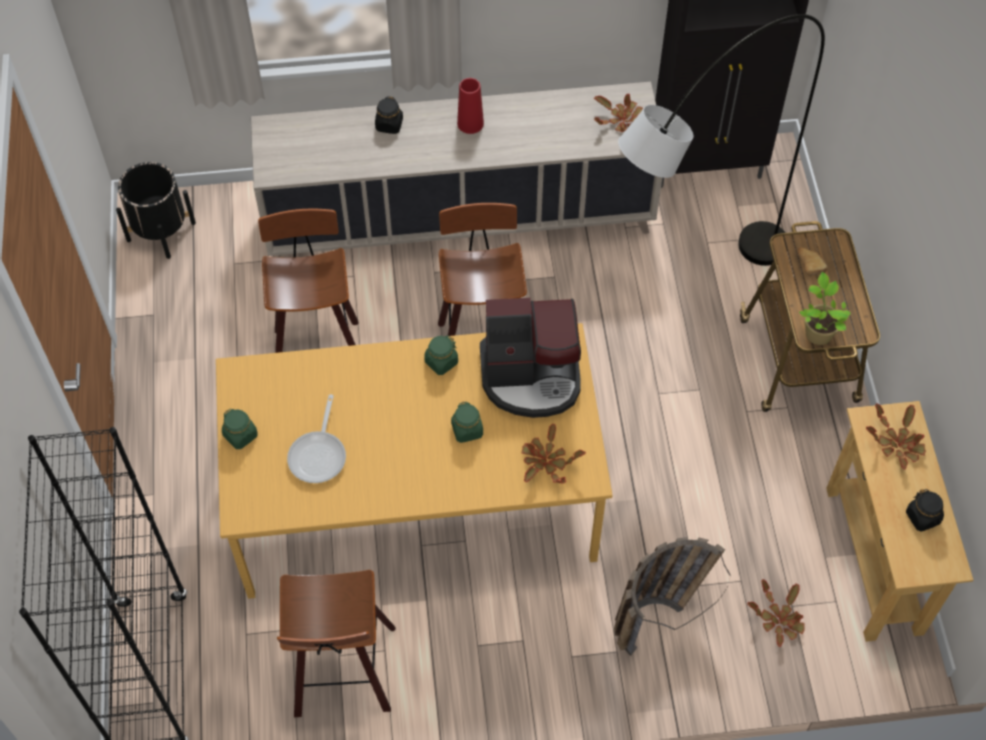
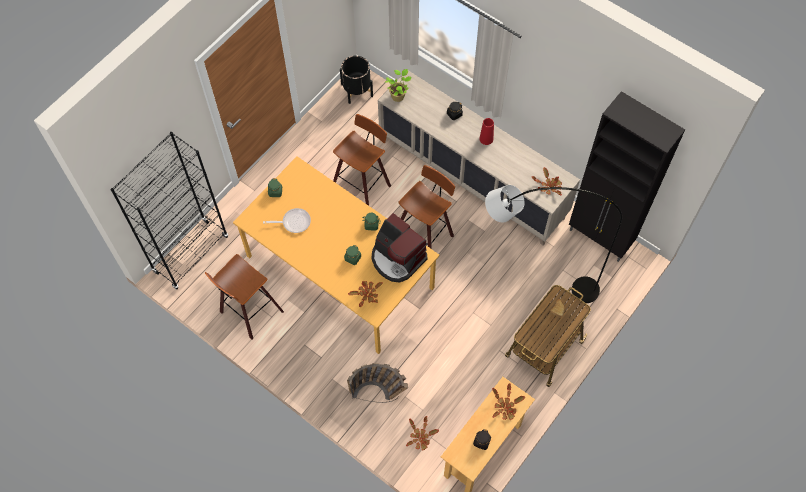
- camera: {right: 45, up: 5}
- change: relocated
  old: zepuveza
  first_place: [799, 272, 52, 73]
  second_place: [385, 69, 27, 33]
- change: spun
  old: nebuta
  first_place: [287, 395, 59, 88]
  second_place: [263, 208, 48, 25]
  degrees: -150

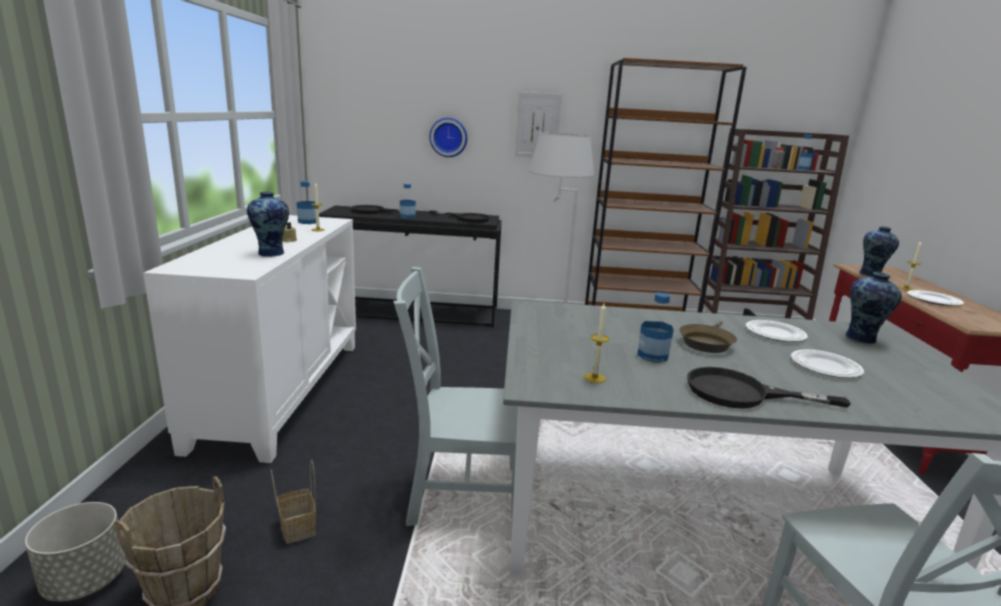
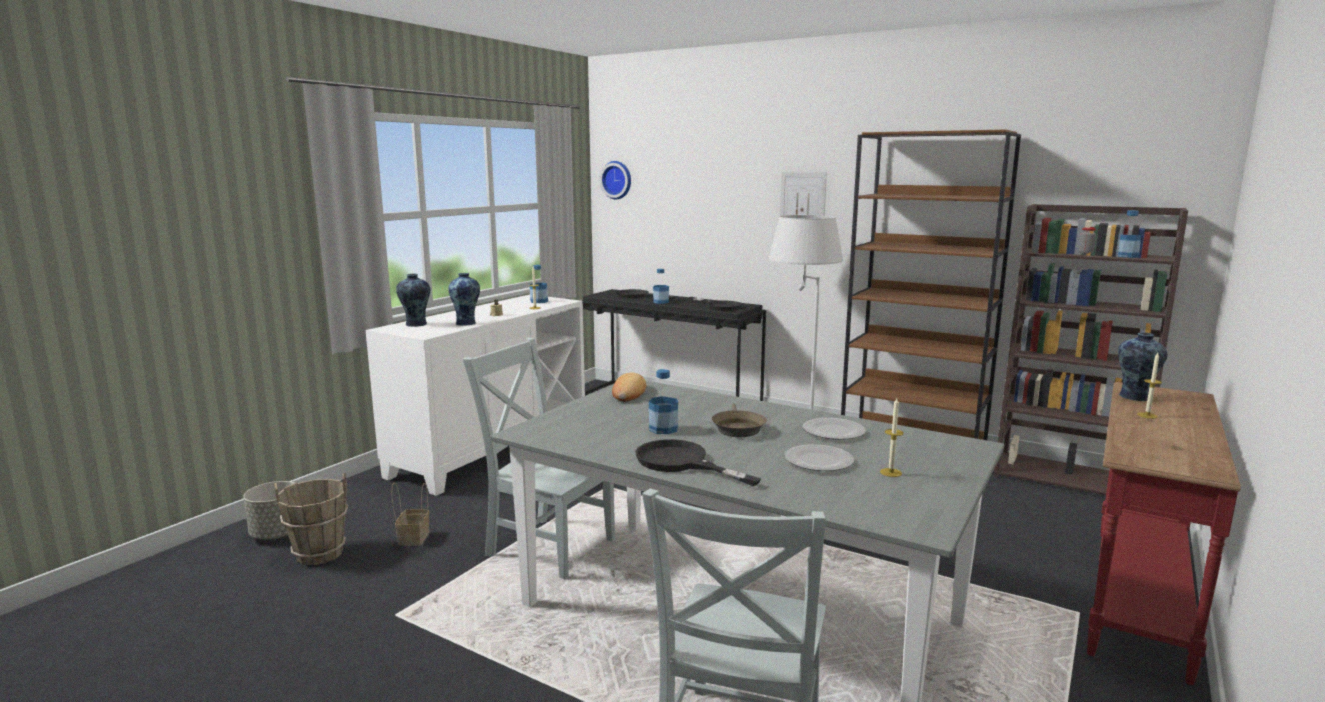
- camera: {right: 30, up: -5}
- change: missing
  old: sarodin
  first_place: [907, 290, 57, 16]
- change: appeared
  new: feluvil
  second_place: [612, 372, 34, 29]
- change: relocated
  old: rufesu
  first_place: [429, 118, 38, 39]
  second_place: [600, 161, 31, 38]
- change: relocated
  old: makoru
  first_place: [584, 304, 25, 79]
  second_place: [880, 398, 24, 79]
- change: relocated
  old: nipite
  first_place: [846, 272, 56, 72]
  second_place: [396, 273, 34, 54]
- change: spun
  old: nebuta (brown)
  first_place: [679, 321, 58, 32]
  second_place: [712, 404, 55, 33]
  degrees: -60

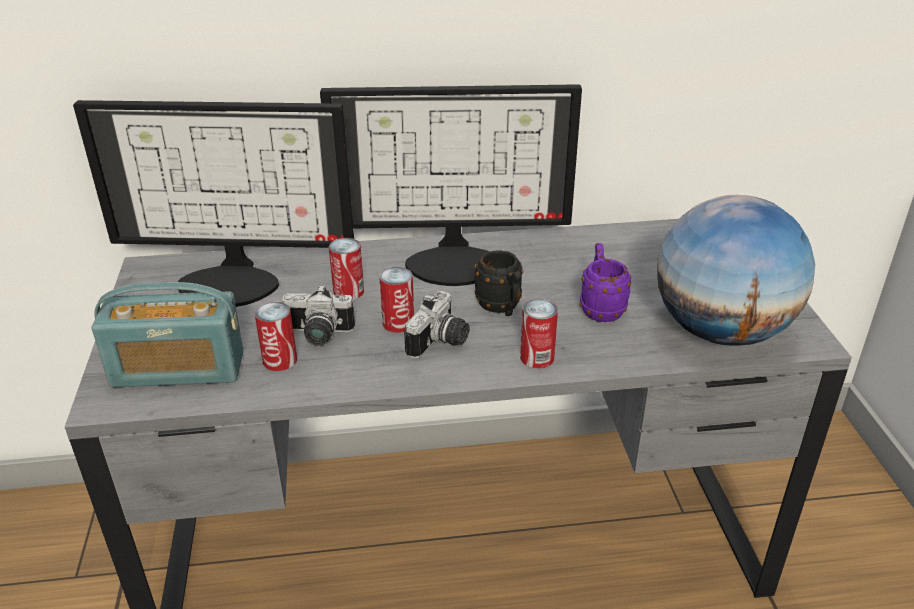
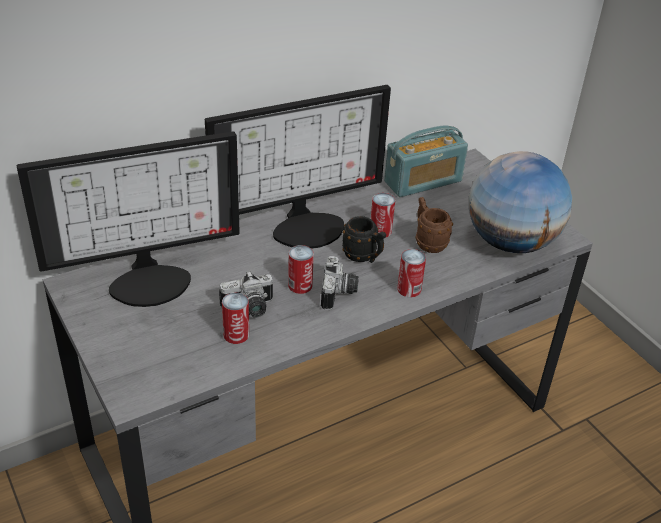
- camera: {right: -25, up: 5}
- change: relocated
  old: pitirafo
  first_place: [91, 282, 153, 105]
  second_place: [384, 126, 84, 71]
- change: relocated
  old: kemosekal
  first_place: [329, 238, 35, 62]
  second_place: [371, 193, 24, 45]
- change: colour
  old: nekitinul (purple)
  new: nekitinul (brown)
  first_place: [580, 243, 52, 79]
  second_place: [415, 197, 38, 56]

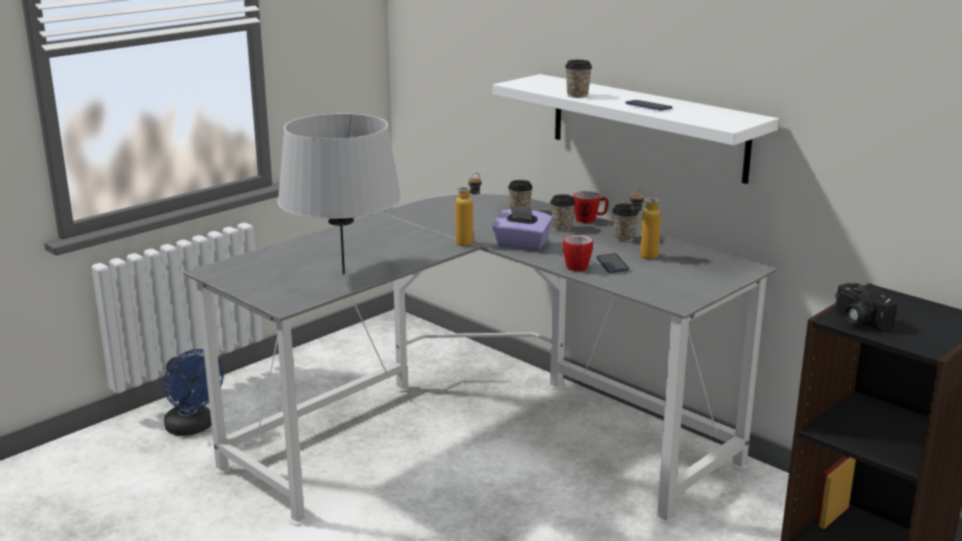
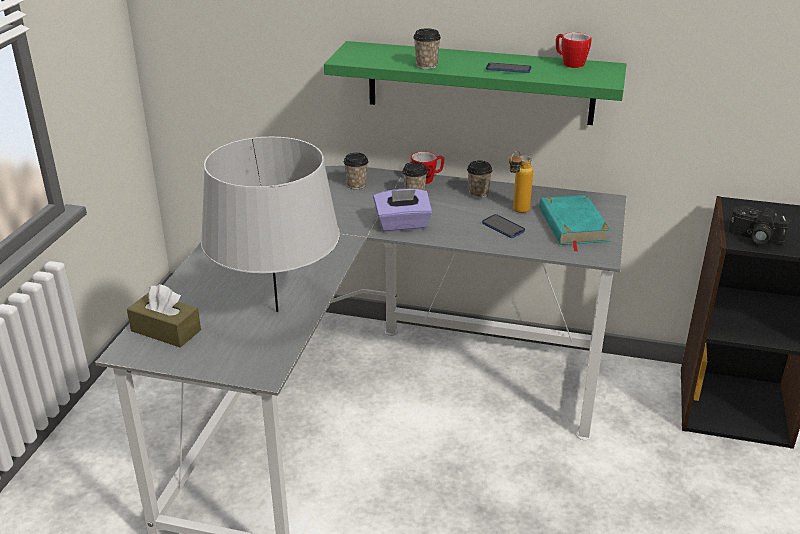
- camera: {right: -30, up: 10}
- change: missing
  old: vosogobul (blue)
  first_place: [163, 349, 61, 87]
- change: missing
  old: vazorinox
  first_place: [455, 172, 26, 74]
- change: appeared
  new: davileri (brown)
  second_place: [127, 284, 74, 64]
- change: appeared
  new: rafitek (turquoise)
  second_place: [539, 195, 72, 57]
- change: relocated
  old: nekitinul
  first_place: [563, 234, 30, 37]
  second_place: [556, 32, 35, 36]
- change: colour
  old: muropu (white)
  new: muropu (green)
  first_place: [493, 74, 286, 110]
  second_place: [324, 41, 302, 84]

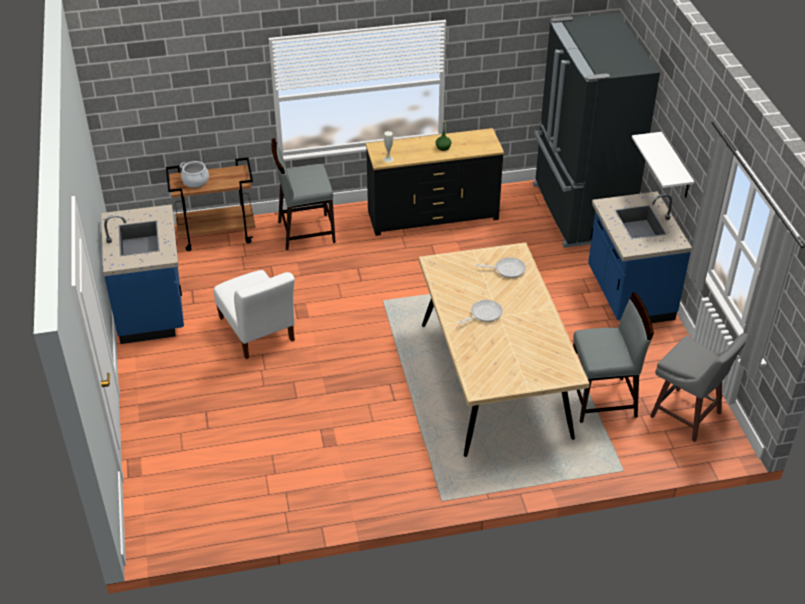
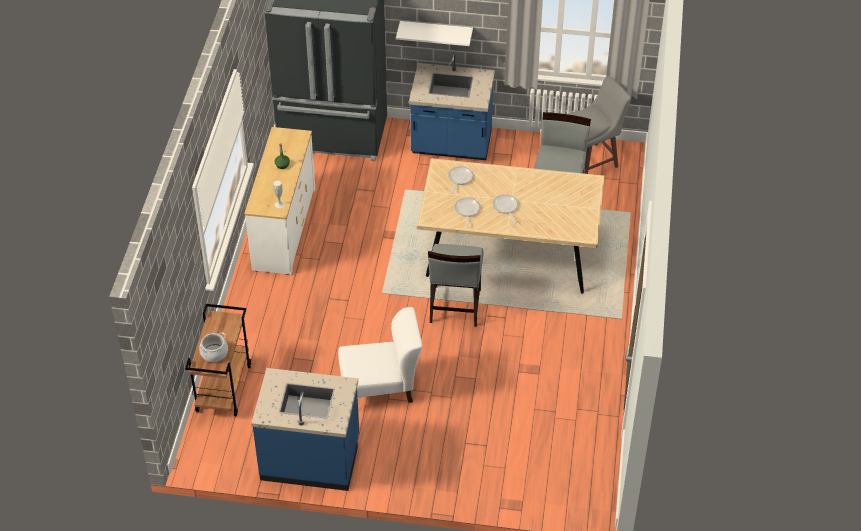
- camera: {right: -70, up: 5}
- change: appeared
  new: nebuta
  second_place: [454, 198, 26, 29]
- change: relocated
  old: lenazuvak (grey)
  first_place: [271, 138, 65, 112]
  second_place: [428, 244, 56, 83]
- change: colour
  old: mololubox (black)
  new: mololubox (white)
  first_place: [366, 128, 138, 108]
  second_place: [244, 127, 71, 148]

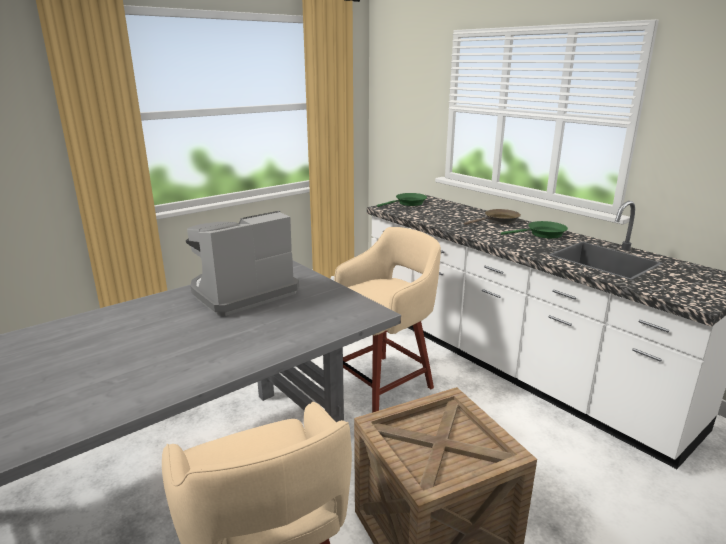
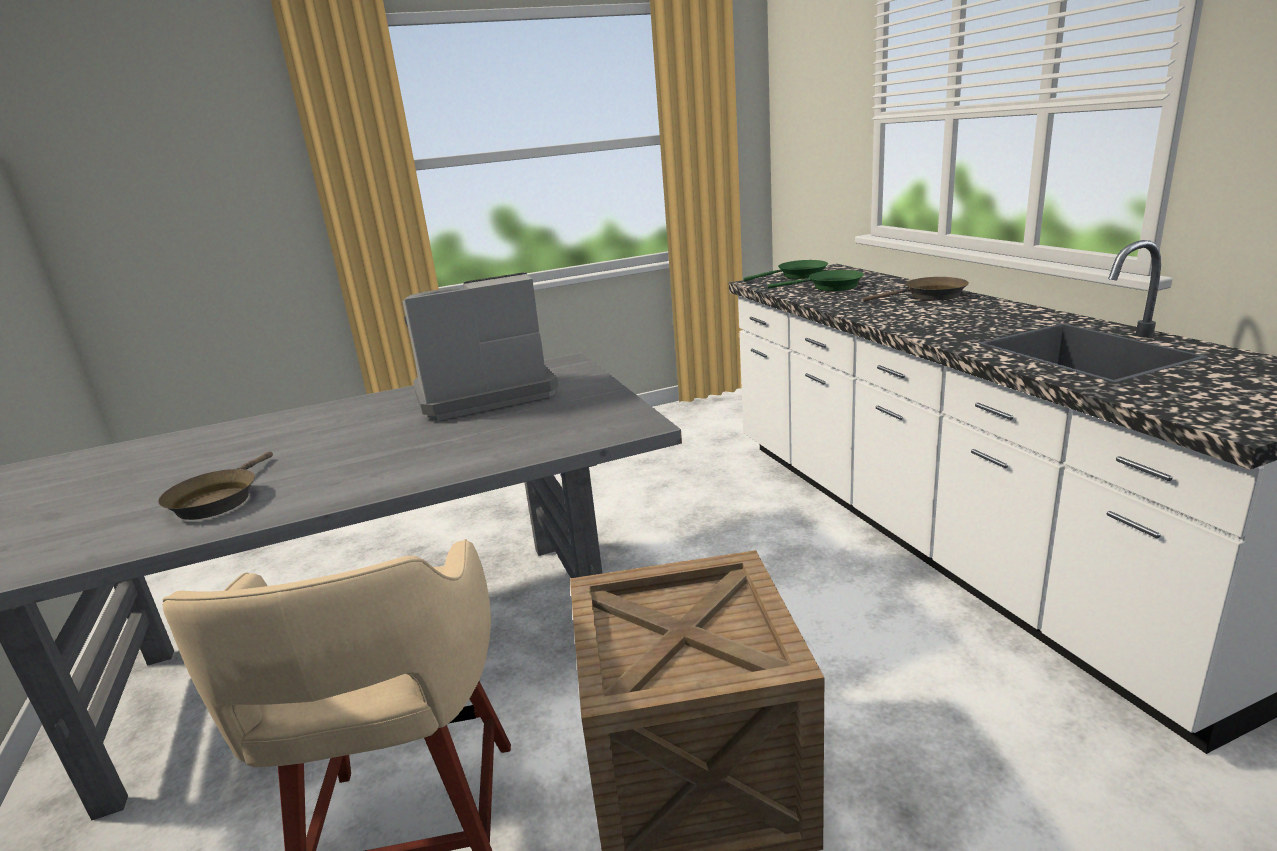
- camera: {right: 20, up: 0}
- change: missing
  old: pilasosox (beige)
  first_place: [334, 227, 107, 186]
- change: appeared
  new: nebuta (brown)
  second_place: [158, 451, 115, 69]
- change: relocated
  old: nebuta (green)
  first_place: [501, 221, 67, 18]
  second_place: [768, 270, 96, 21]

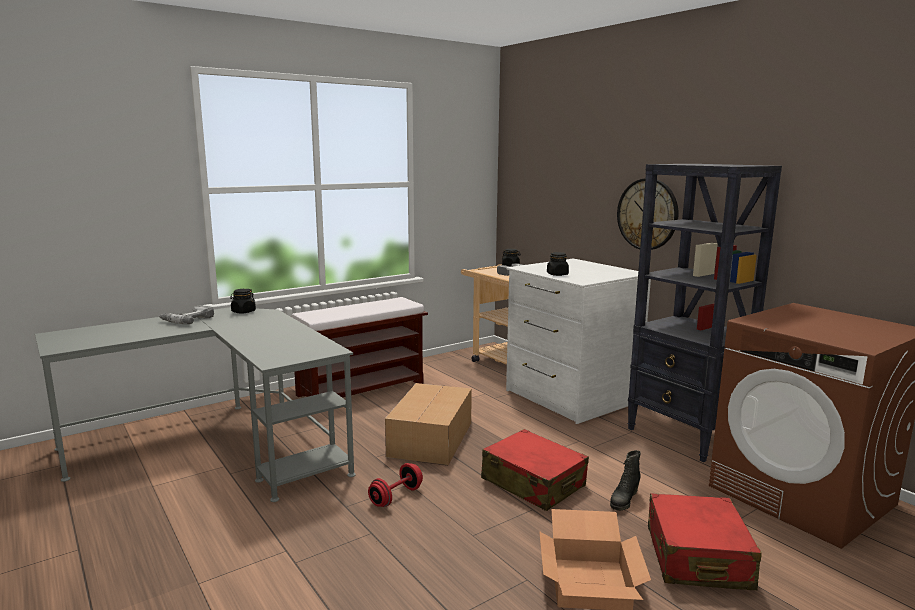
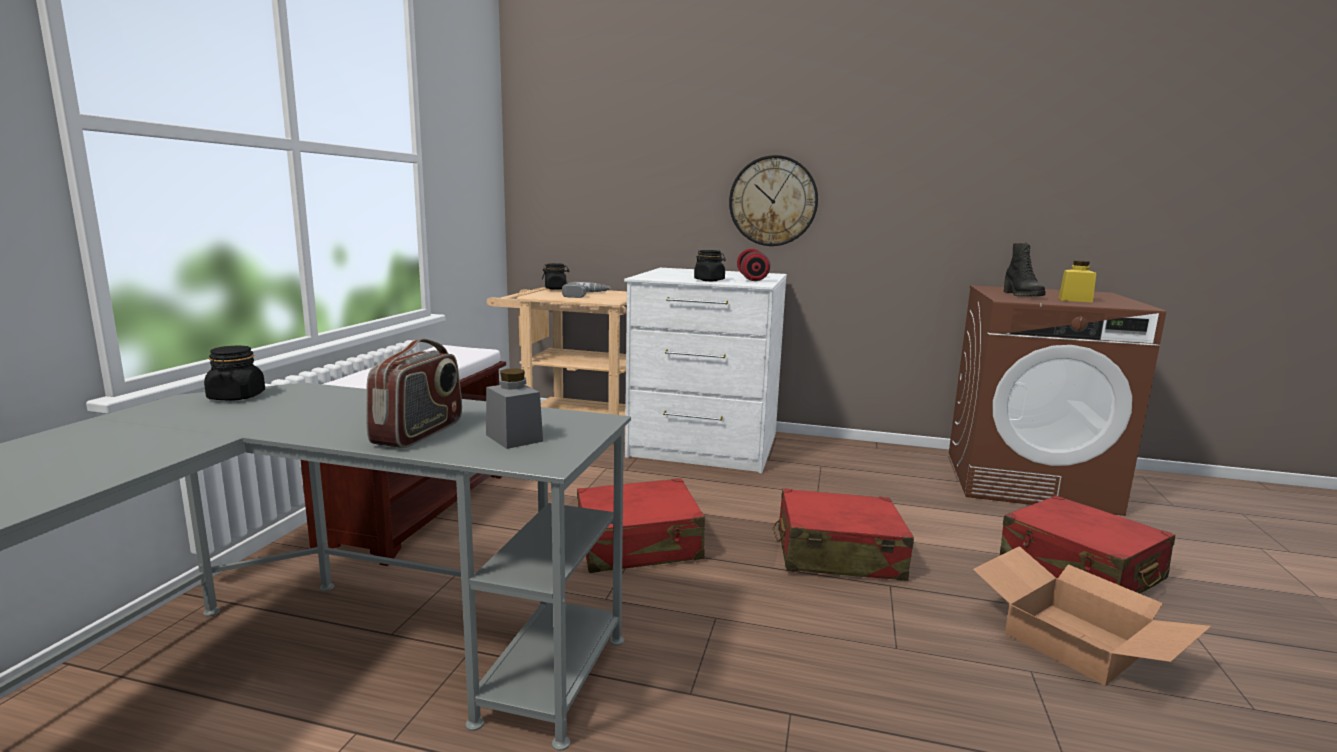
- camera: {right: -40, up: 0}
- change: missing
  old: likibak
  first_place: [159, 305, 55, 19]
- change: missing
  old: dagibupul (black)
  first_place: [627, 164, 155, 298]
- change: appeared
  new: pitirafo
  second_place: [366, 339, 96, 109]
- change: appeared
  new: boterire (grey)
  second_place: [486, 368, 57, 81]
- change: appeared
  new: boterire (yellow)
  second_place: [1059, 261, 37, 42]
- change: relocated
  old: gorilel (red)
  first_place: [368, 463, 55, 44]
  second_place: [737, 249, 33, 32]
- change: relocated
  old: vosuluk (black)
  first_place: [610, 450, 31, 61]
  second_place: [1004, 243, 42, 53]
- change: exchanged
  old: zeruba
  new: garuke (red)
  first_place: [385, 383, 87, 82]
  second_place: [577, 478, 128, 95]

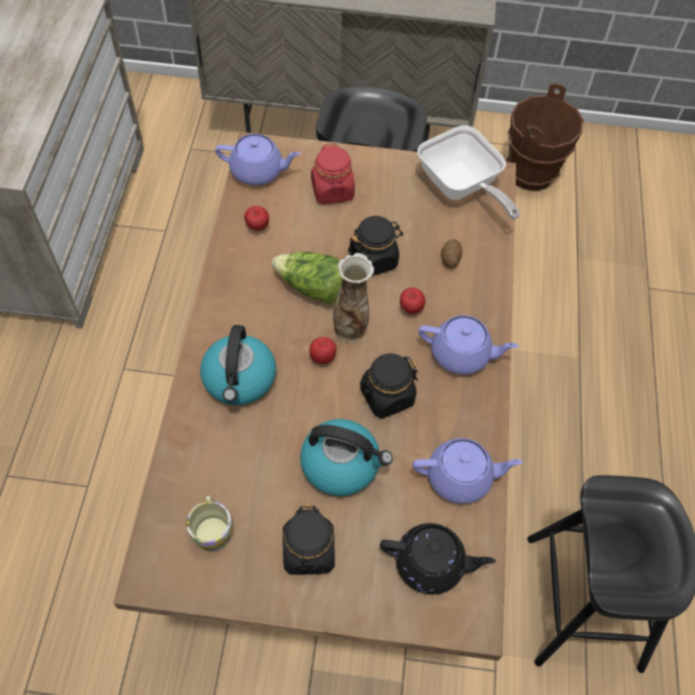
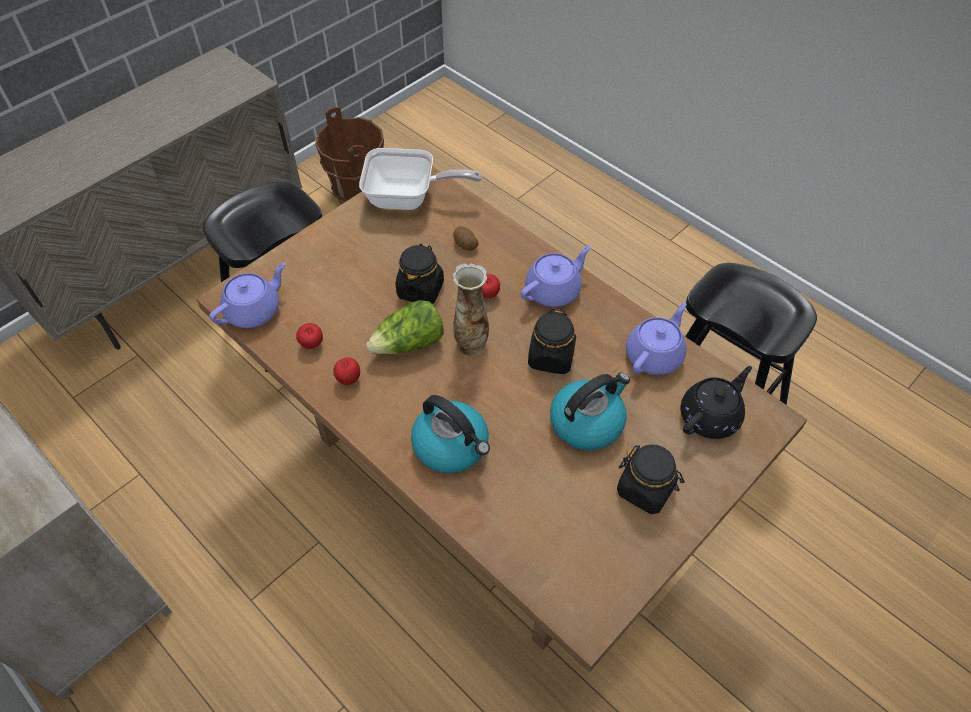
- camera: {right: -50, up: -5}
- change: missing
  old: nekitinul
  first_place: [186, 495, 46, 57]
- change: missing
  old: boterire (red)
  first_place: [311, 144, 44, 60]
- change: relocated
  old: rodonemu
  first_place: [309, 337, 28, 27]
  second_place: [333, 358, 27, 27]

